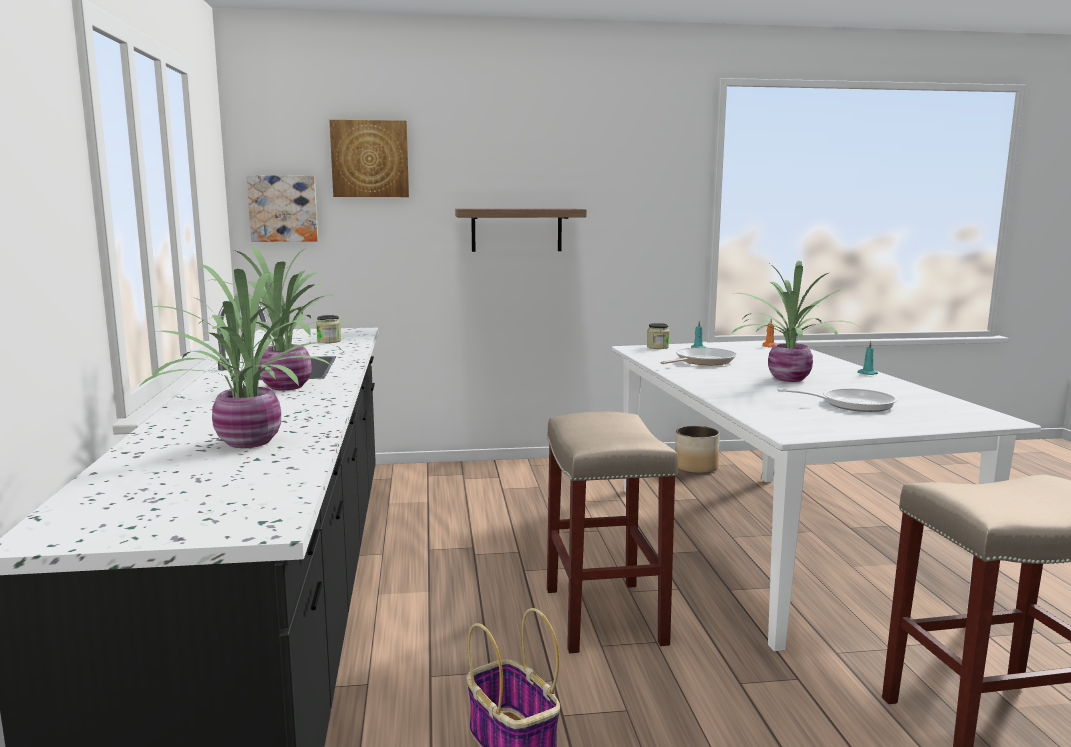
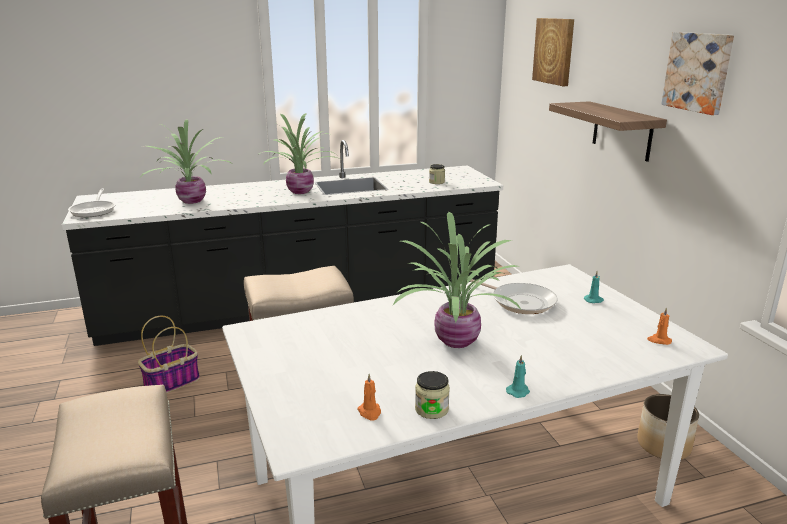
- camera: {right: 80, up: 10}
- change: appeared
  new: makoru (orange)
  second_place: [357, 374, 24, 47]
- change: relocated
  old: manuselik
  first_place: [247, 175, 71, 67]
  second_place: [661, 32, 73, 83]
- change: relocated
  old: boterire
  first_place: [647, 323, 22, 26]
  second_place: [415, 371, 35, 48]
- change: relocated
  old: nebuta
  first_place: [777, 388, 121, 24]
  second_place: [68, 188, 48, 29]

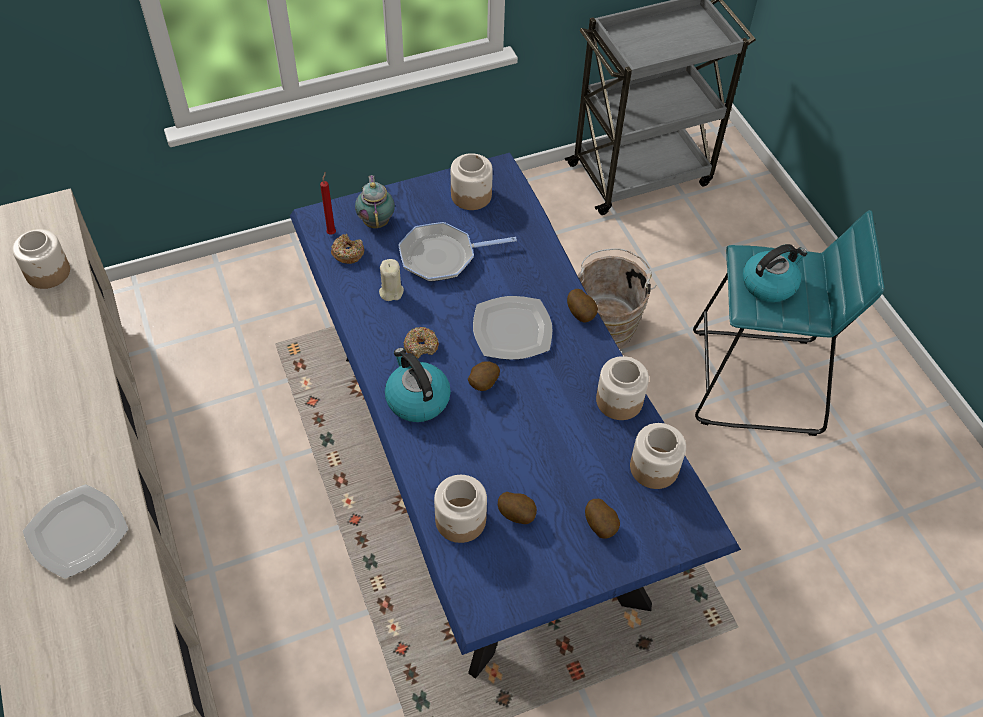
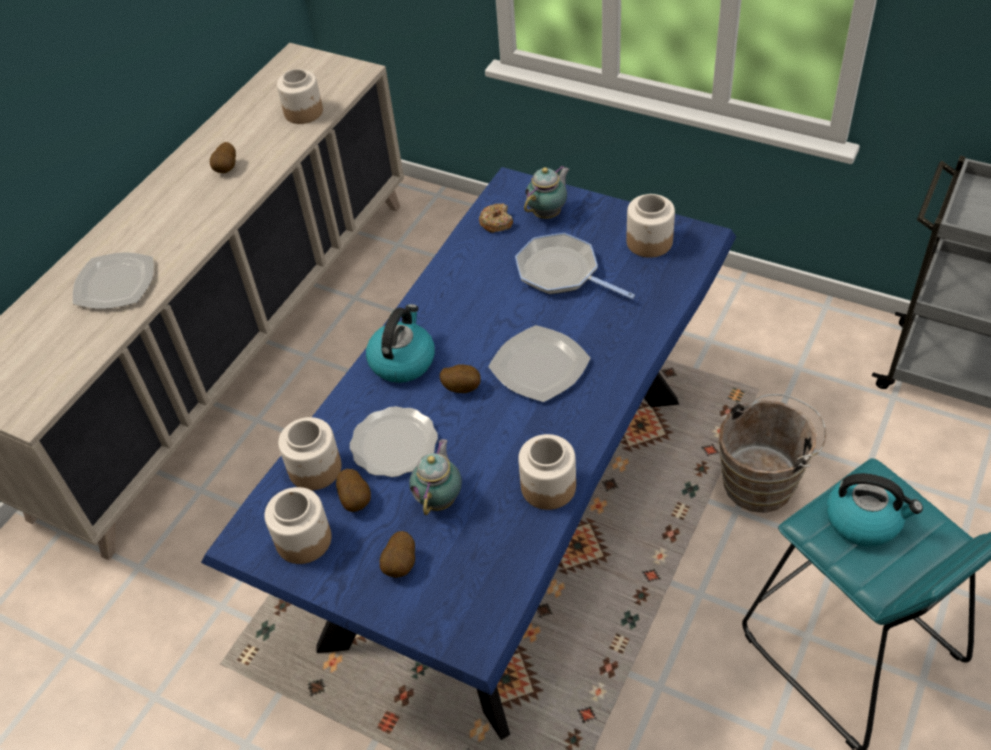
- camera: {right: 55, up: -5}
- change: missing
  old: makoru (red)
  first_place: [320, 172, 16, 62]
- change: missing
  old: makoru (beige)
  first_place: [379, 259, 25, 42]
- change: missing
  old: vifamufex
  first_place: [404, 327, 35, 32]
- change: appeared
  new: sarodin
  second_place: [350, 406, 88, 71]
- change: appeared
  new: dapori
  second_place: [409, 439, 53, 76]
- change: relocated
  old: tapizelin
  first_place: [567, 289, 31, 33]
  second_place: [210, 142, 26, 31]
- change: relocated
  old: boterire
  first_place: [630, 423, 56, 66]
  second_place: [265, 487, 67, 77]

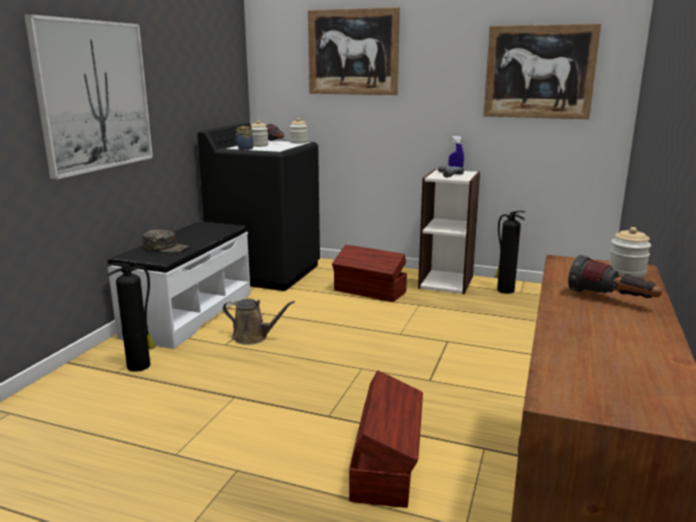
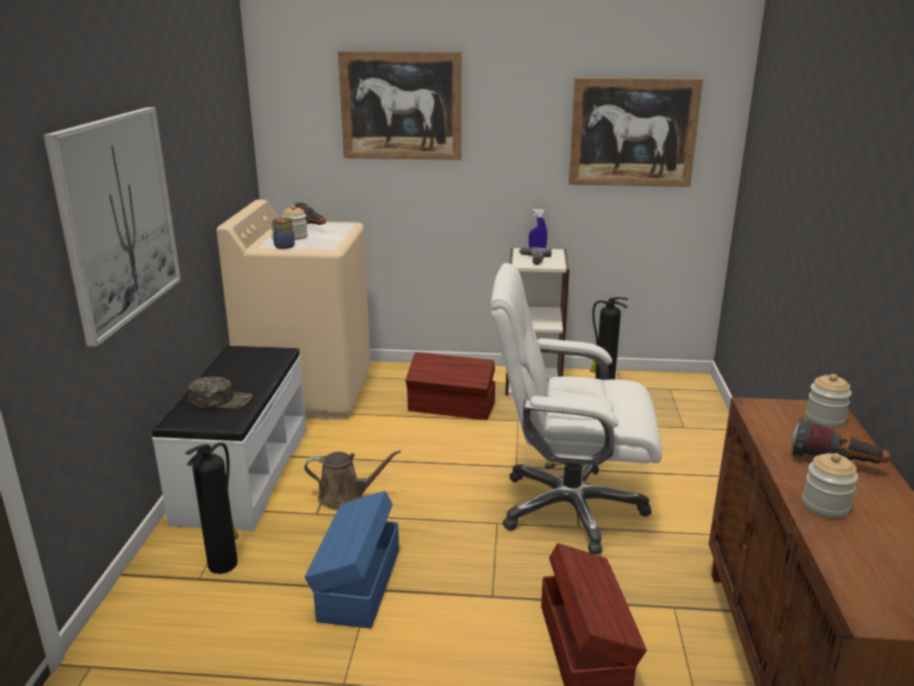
- camera: {right: -15, up: 5}
- change: appeared
  new: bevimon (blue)
  second_place: [304, 491, 95, 137]
- change: appeared
  new: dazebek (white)
  second_place: [491, 263, 171, 291]
- change: relocated
  old: boterire
  first_place: [290, 118, 18, 25]
  second_place: [802, 453, 56, 66]
- change: colour
  old: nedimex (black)
  new: nedimex (beige)
  first_place: [197, 123, 123, 168]
  second_place: [217, 200, 154, 220]

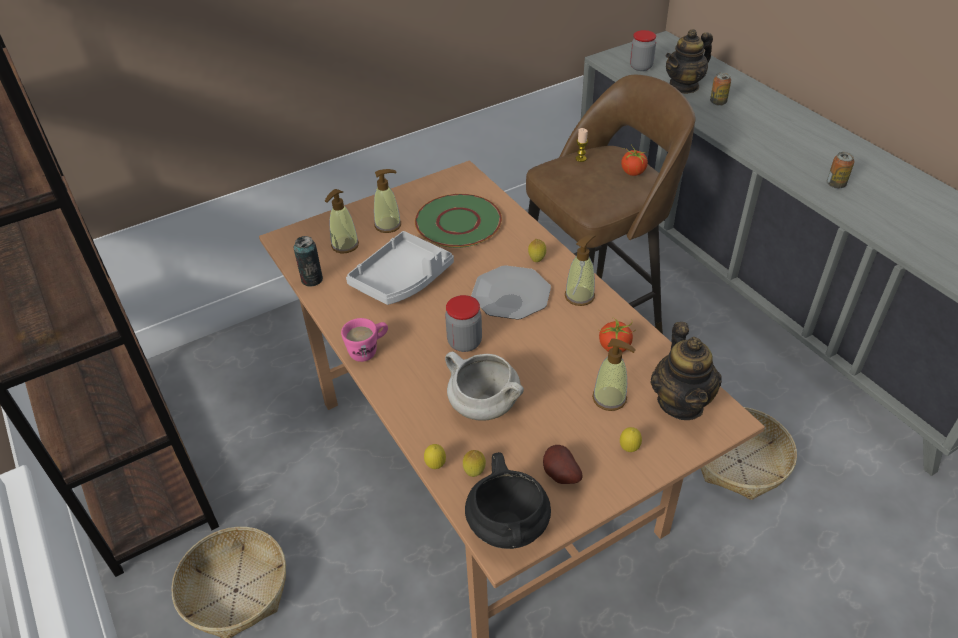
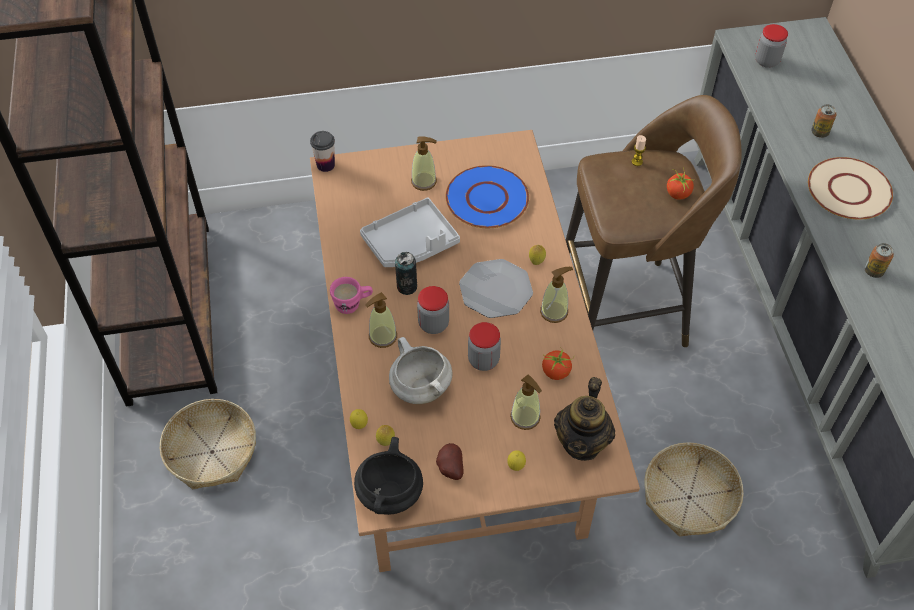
- camera: {right: 20, up: 10}
- change: missing
  old: dapori
  first_place: [666, 29, 47, 65]
- change: appeared
  new: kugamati
  second_place: [310, 131, 25, 41]
- change: appeared
  new: boterire
  second_place: [468, 322, 33, 49]
- change: appeared
  new: sarodin (beige)
  second_place: [808, 157, 85, 63]
- change: relocated
  old: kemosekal
  first_place: [294, 236, 29, 51]
  second_place: [395, 252, 22, 43]
- change: relocated
  old: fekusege
  first_place: [325, 189, 34, 64]
  second_place: [366, 292, 31, 56]
- change: colour
  old: sarodin (green)
  new: sarodin (blue)
  first_place: [415, 194, 87, 54]
  second_place: [445, 165, 84, 63]

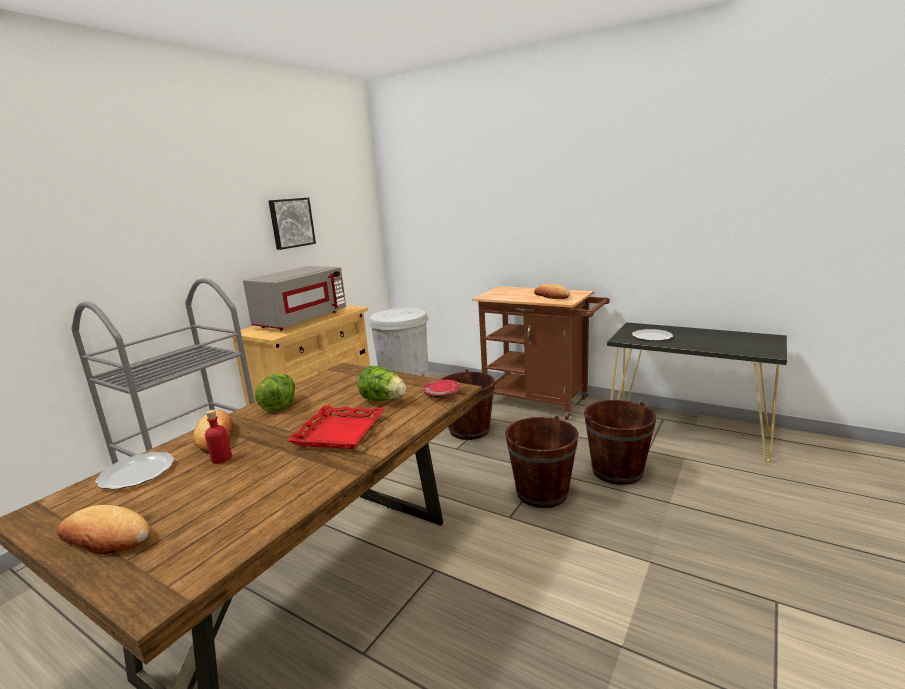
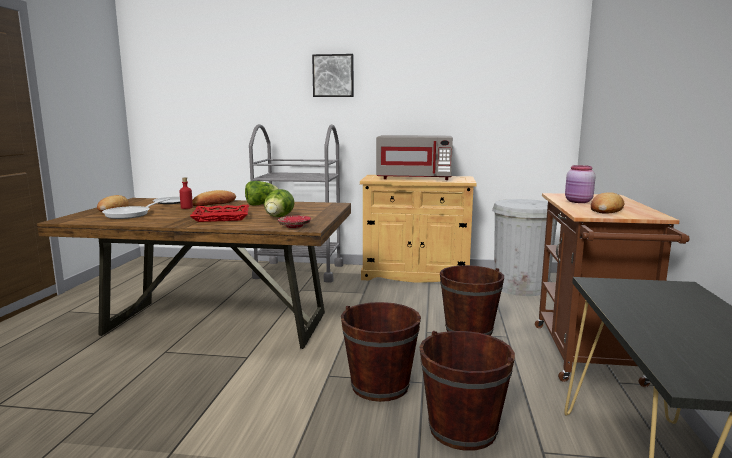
- camera: {right: 65, up: -5}
- change: missing
  old: sarodin
  first_place: [632, 329, 41, 12]
- change: appeared
  new: nebuta
  second_place: [102, 198, 68, 21]
- change: appeared
  new: boterire (pink)
  second_place: [565, 165, 30, 38]
- change: relocated
  old: manuselik
  first_place: [269, 198, 47, 52]
  second_place: [312, 54, 42, 43]

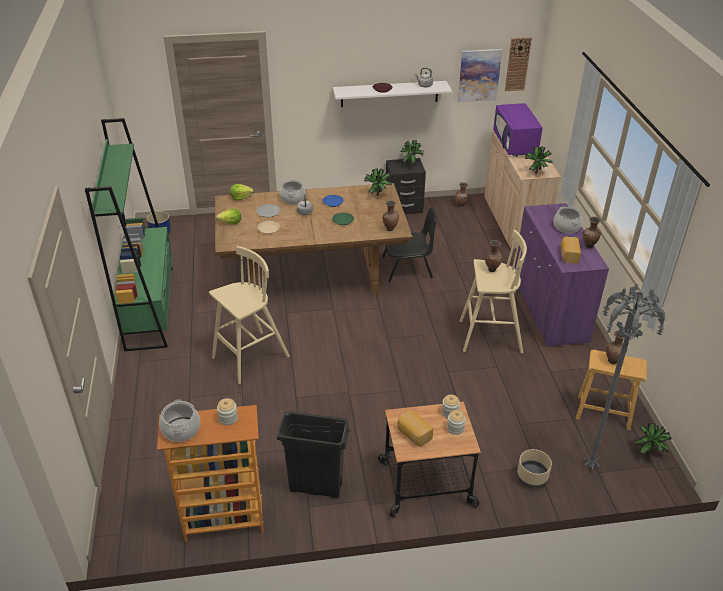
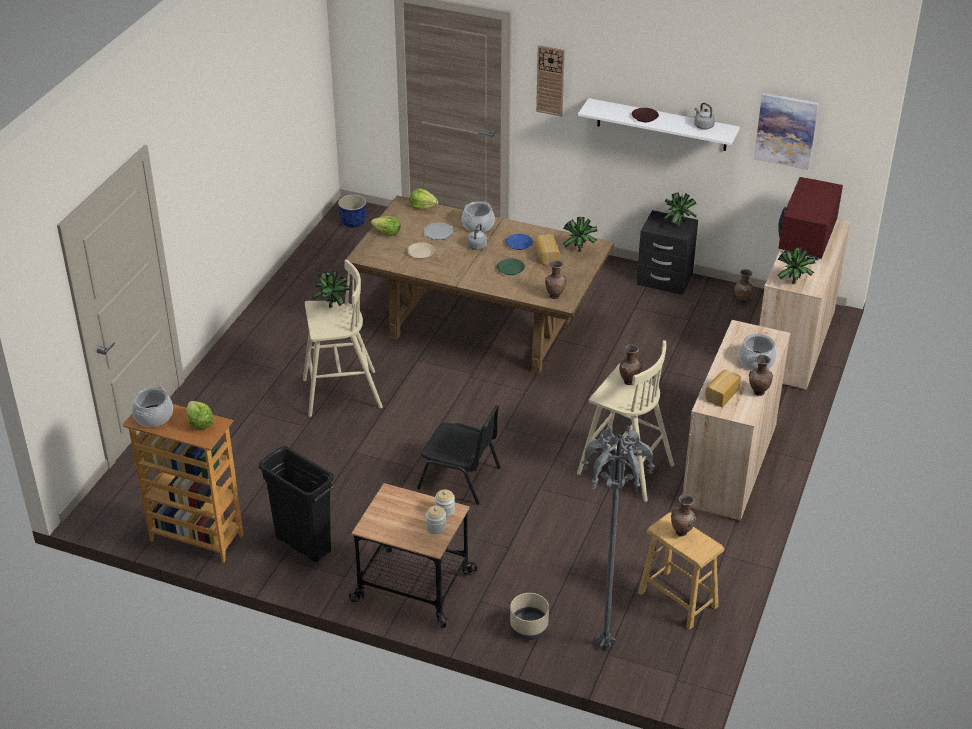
- camera: {right: 30, up: 0}
- change: missing
  old: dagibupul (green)
  first_place: [85, 118, 88, 233]
- change: relocated
  old: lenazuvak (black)
  first_place: [382, 207, 55, 75]
  second_place: [417, 405, 84, 100]
- change: relocated
  old: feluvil
  first_place: [397, 410, 36, 37]
  second_place: [535, 234, 24, 31]
- change: relocated
  old: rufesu
  first_place: [505, 37, 27, 54]
  second_place: [536, 45, 29, 72]
- change: relocated
  old: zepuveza
  first_place: [635, 423, 37, 32]
  second_place: [312, 270, 38, 38]
- change: exchanged
  old: boterire
  new: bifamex
  first_place: [217, 398, 21, 28]
  second_place: [186, 401, 29, 28]
- change: colour
  old: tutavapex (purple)
  new: tutavapex (red)
  first_place: [493, 103, 50, 54]
  second_place: [778, 177, 65, 83]
- change: colour
  old: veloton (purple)
  new: veloton (beige)
  first_place: [514, 203, 95, 145]
  second_place: [682, 320, 108, 202]

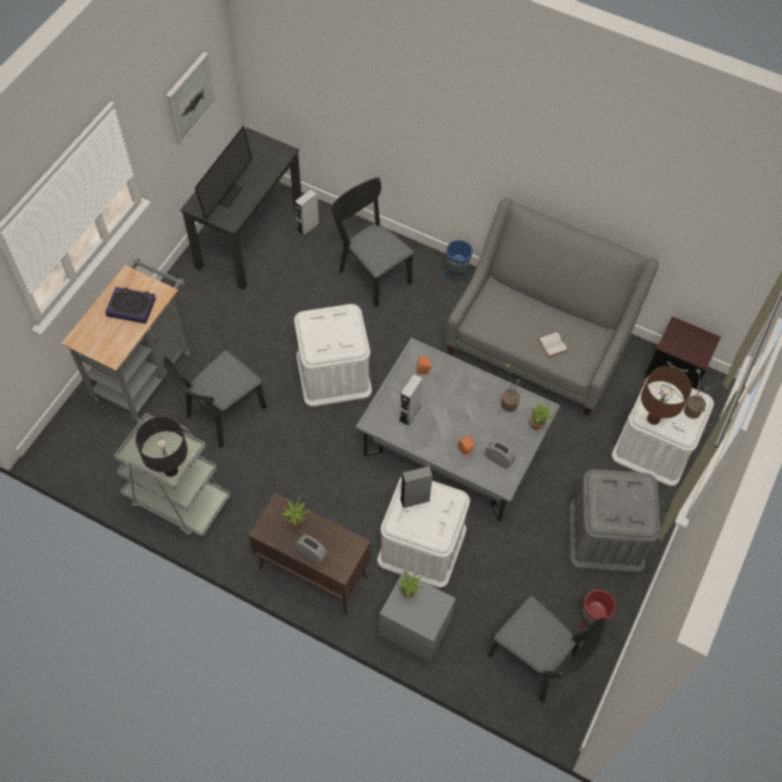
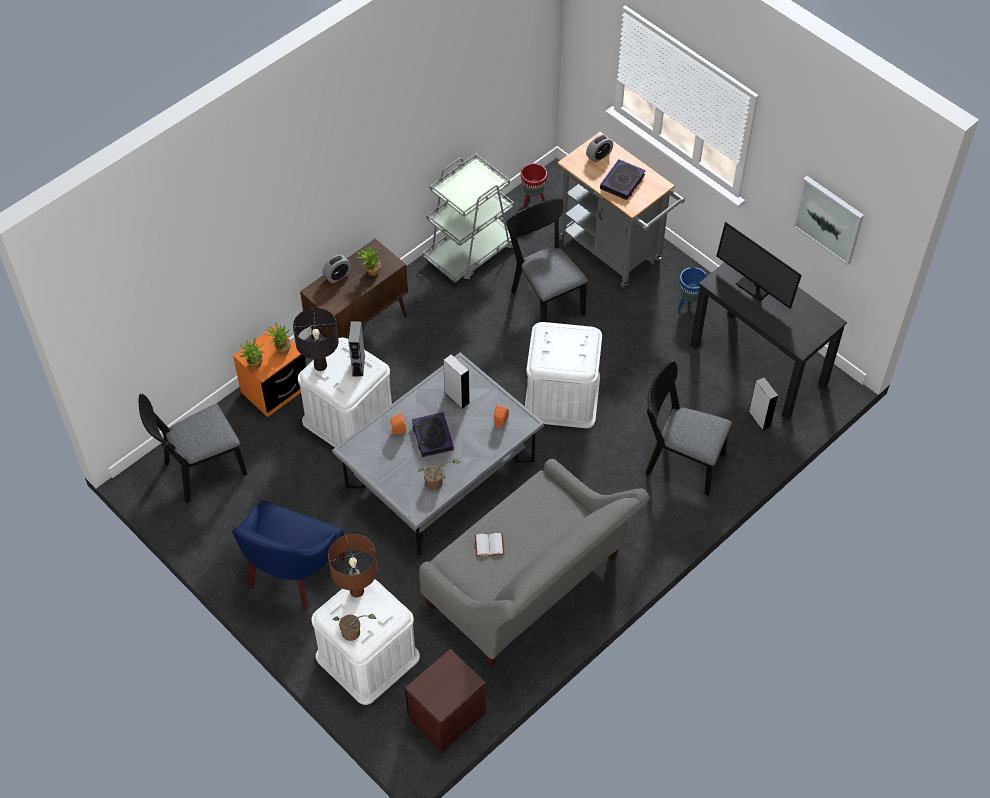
- camera: {right: 110, up: -5}
- change: appeared
  new: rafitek
  second_place: [412, 412, 42, 45]
- change: relocated
  old: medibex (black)
  first_place: [136, 417, 52, 60]
  second_place: [293, 308, 46, 63]
- change: relocated
  old: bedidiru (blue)
  first_place: [445, 240, 28, 42]
  second_place: [678, 267, 29, 43]
- change: relocated
  old: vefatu
  first_place: [485, 441, 31, 27]
  second_place: [586, 134, 27, 29]
- change: relocated
  old: zepuveza
  first_place: [529, 400, 27, 30]
  second_place: [240, 338, 24, 31]
- change: relocated
  old: bedidiru (red)
  first_place: [579, 589, 37, 39]
  second_place: [521, 163, 26, 44]
- change: exchanged
  old: bevimon (grey)
  new: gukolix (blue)
  first_place: [570, 469, 90, 103]
  second_place: [232, 500, 113, 109]
- change: colour
  old: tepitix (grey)
  new: tepitix (orange)
  first_place: [379, 572, 77, 90]
  second_place: [233, 326, 73, 91]
- change: spun
  old: lenazuvak (black)
  first_place: [331, 177, 83, 131]
  second_place: [646, 360, 86, 136]
  degrees: -135

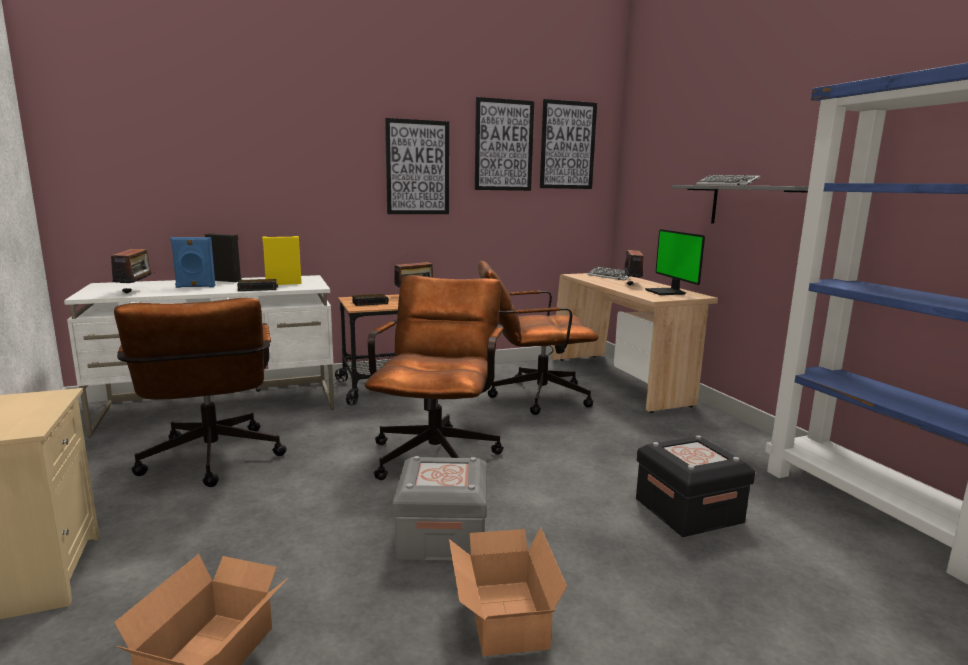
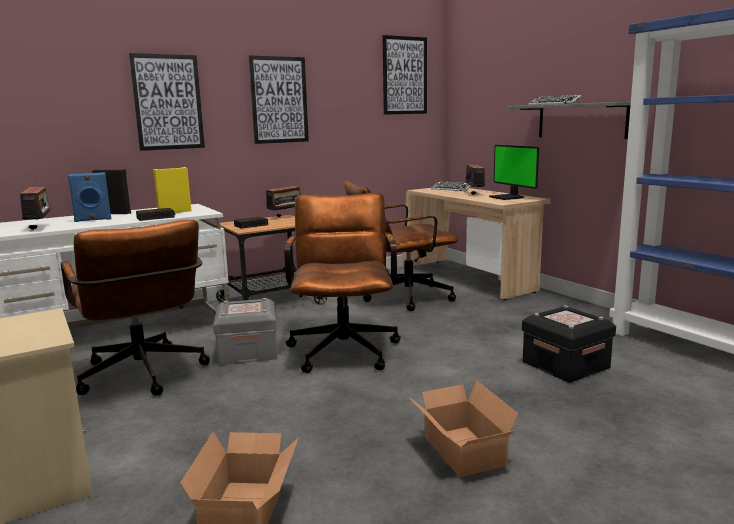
- camera: {right: -10, up: 0}
- change: relocated
  old: bevimon (grey)
  first_place: [392, 456, 95, 104]
  second_place: [213, 298, 64, 67]
- change: relocated
  old: manuselik
  first_place: [475, 97, 59, 94]
  second_place: [128, 53, 77, 98]

